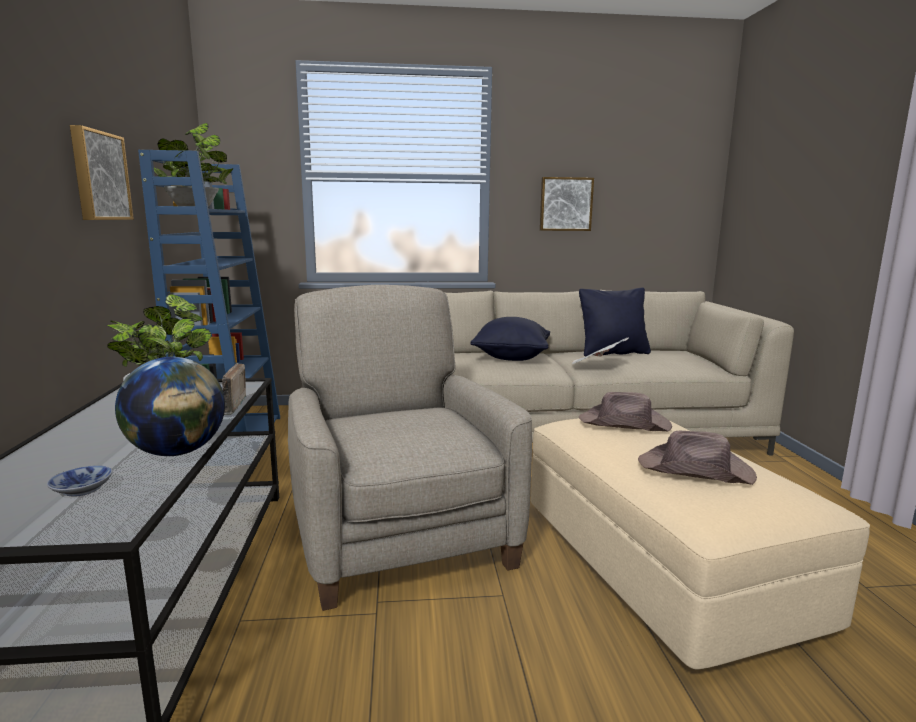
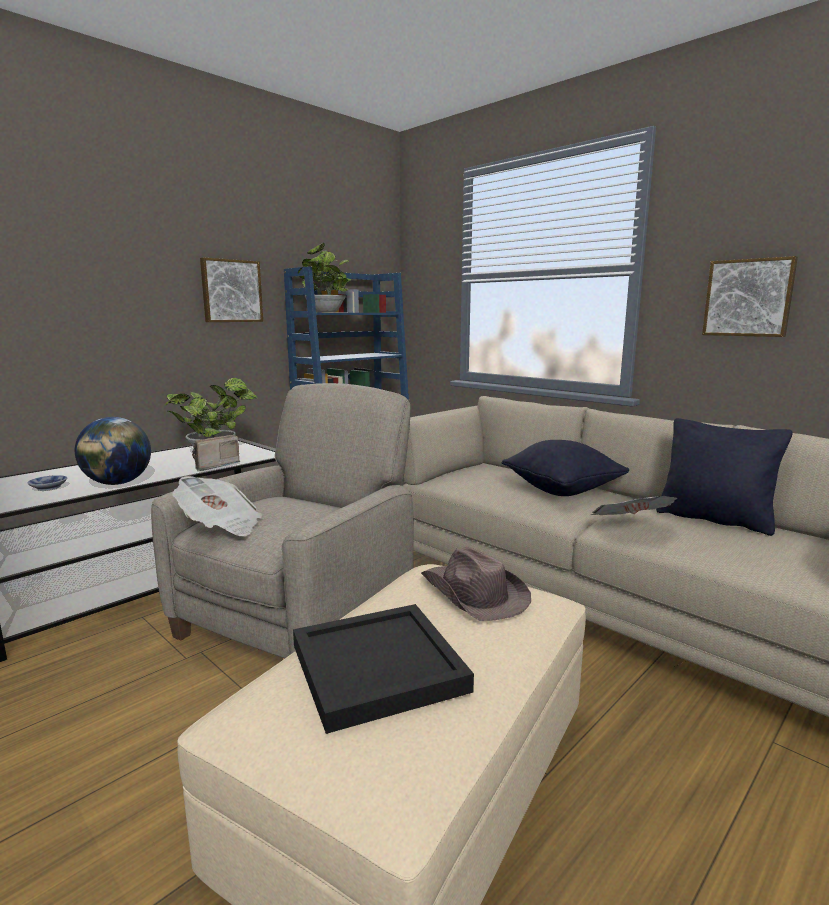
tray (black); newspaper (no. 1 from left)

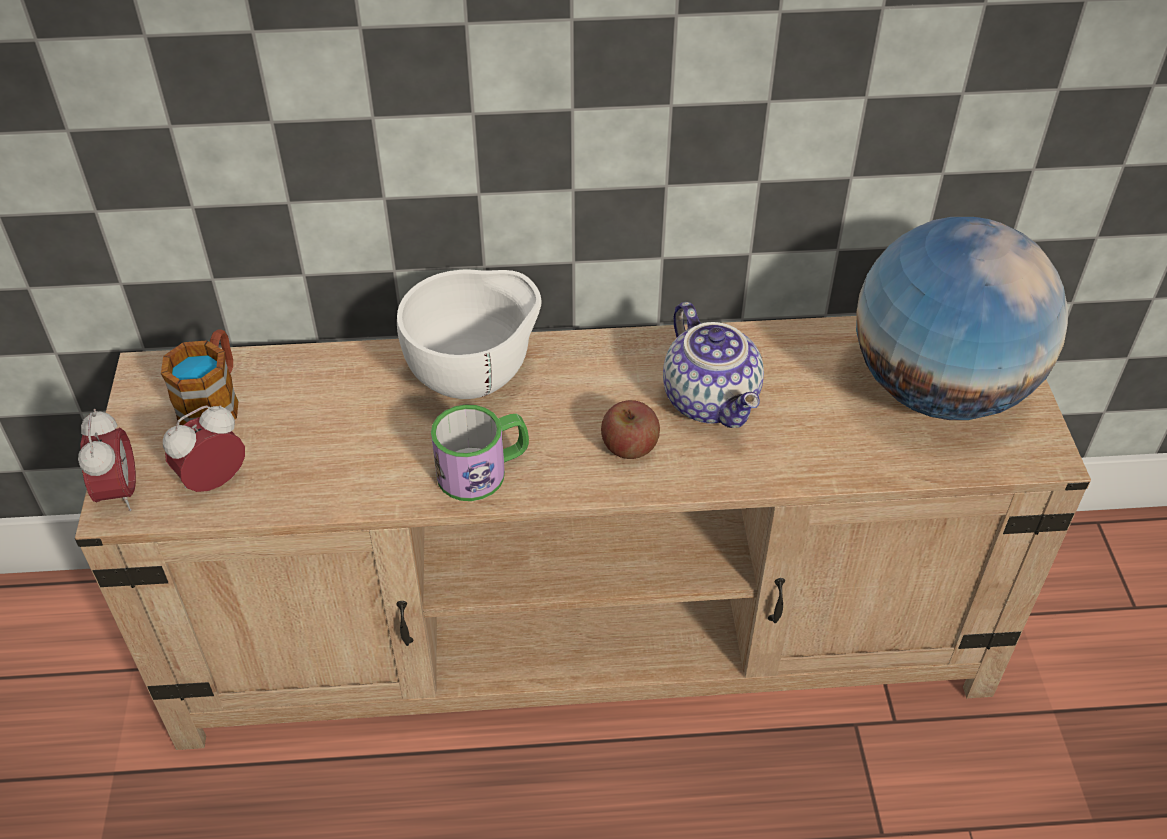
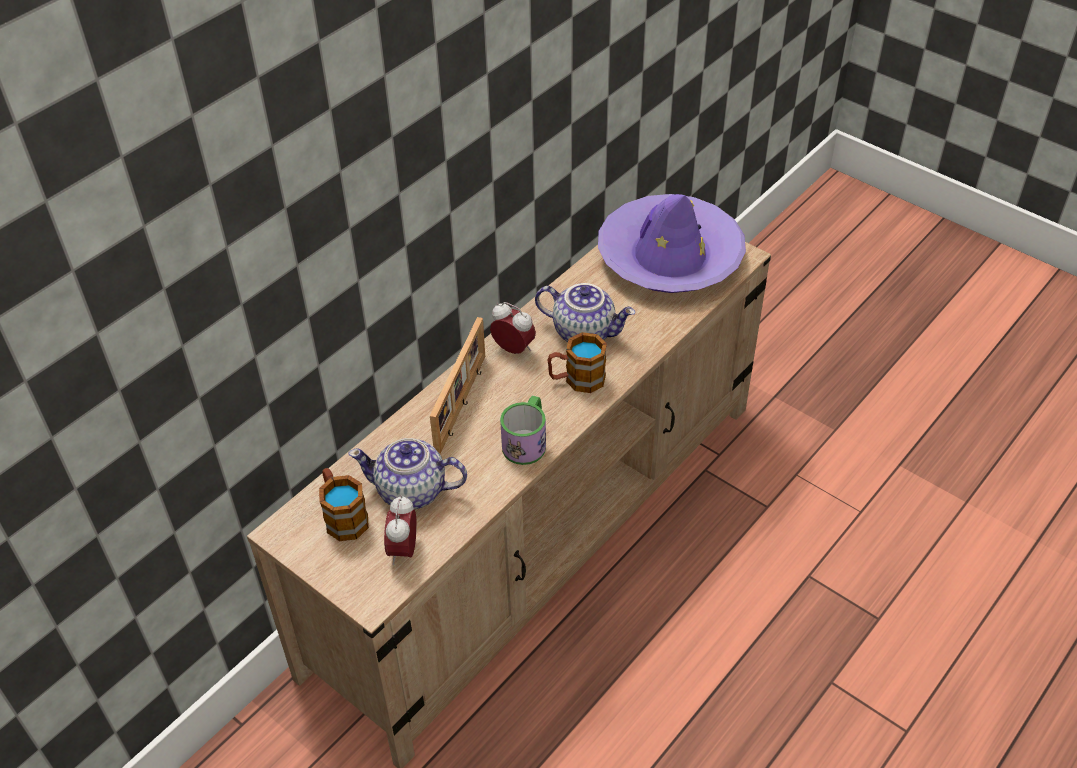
alarm clock (no. 2 from left); picture frame; mug (no. 3 from left); hat (purple); teapot (no. 1 from left)

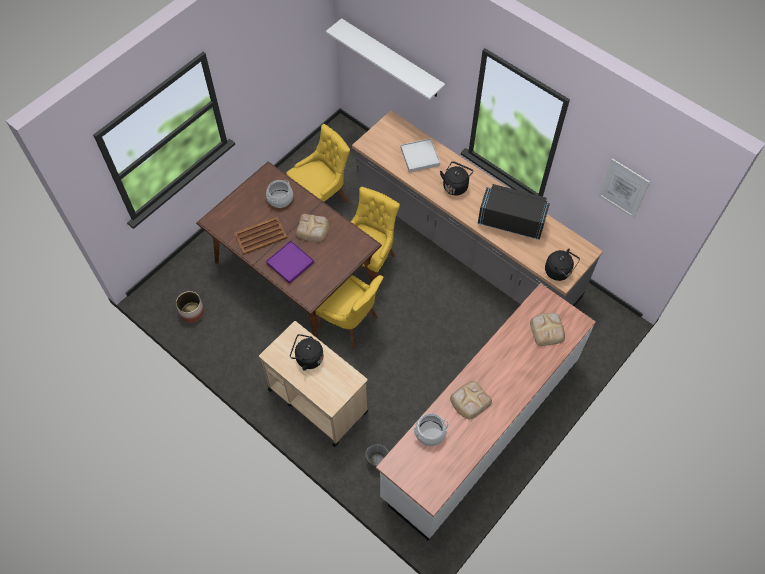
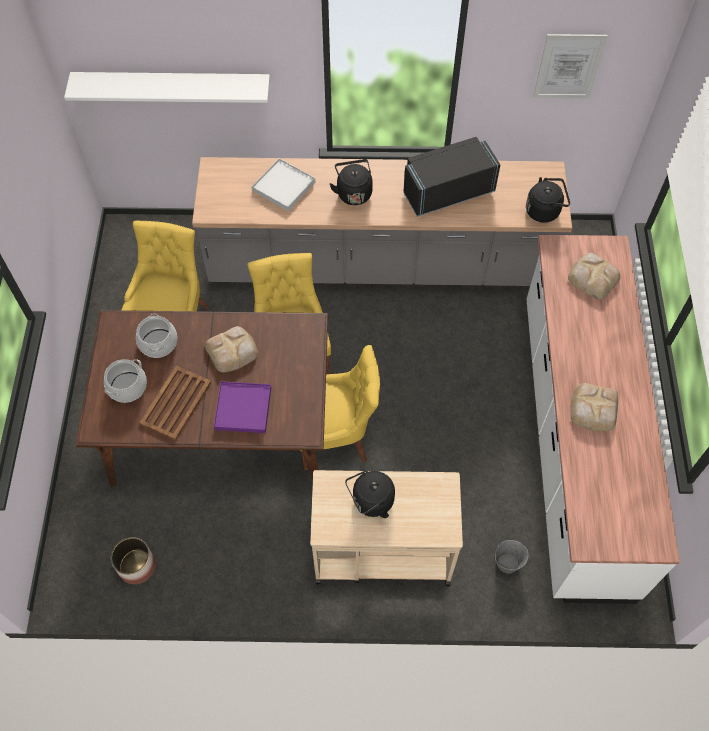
cooking pot (no. 1 from left)

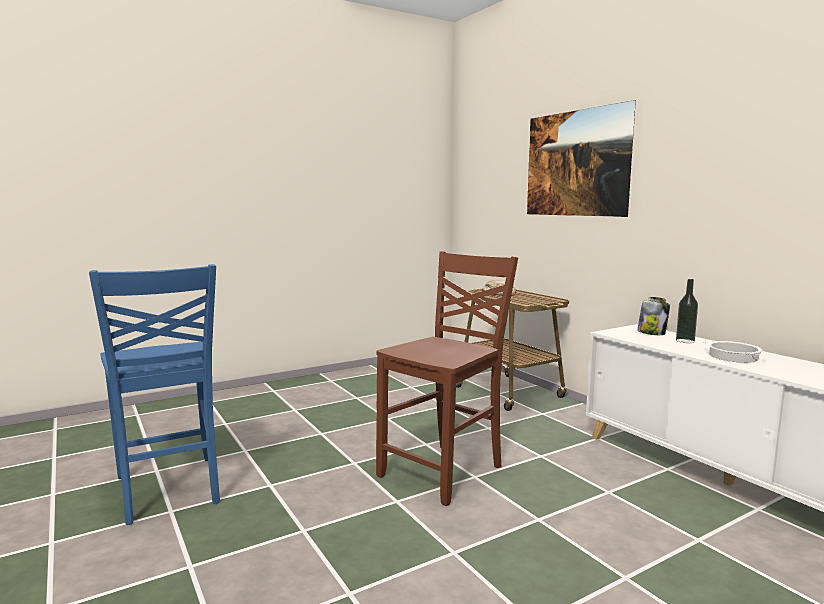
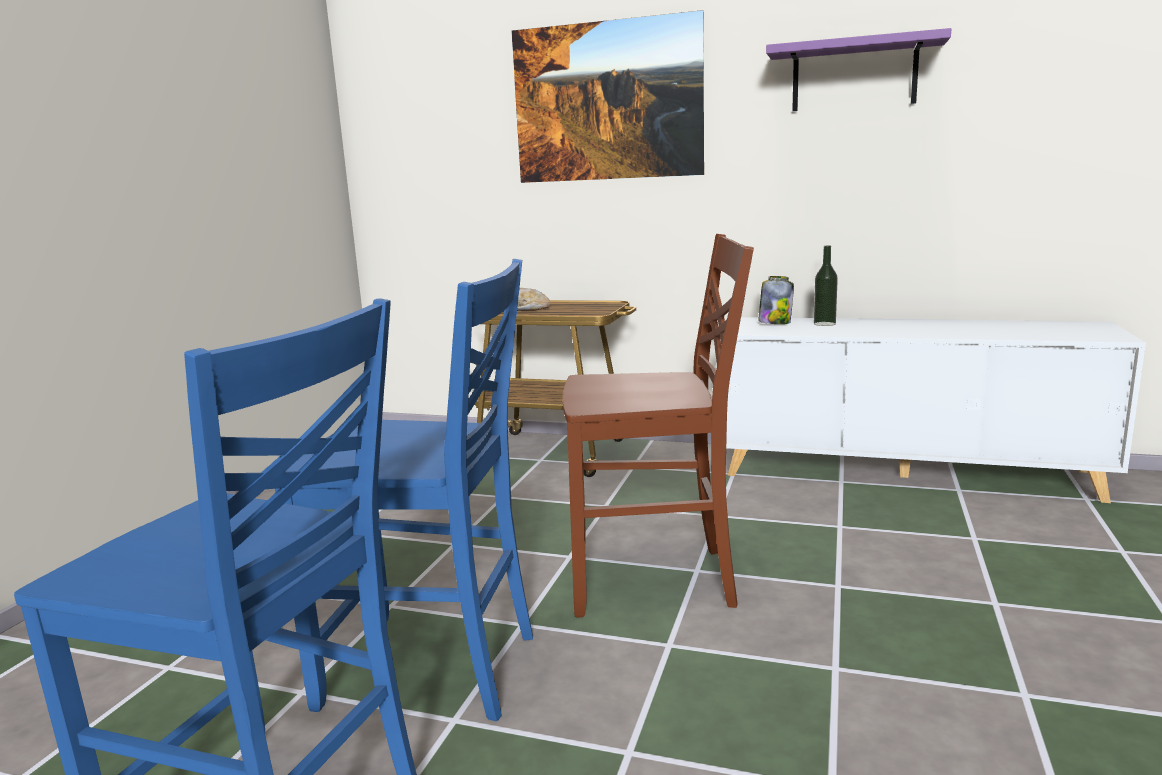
chair (brown); cooking pot; chair (blue) (no. 2 from left); shelf (purple)

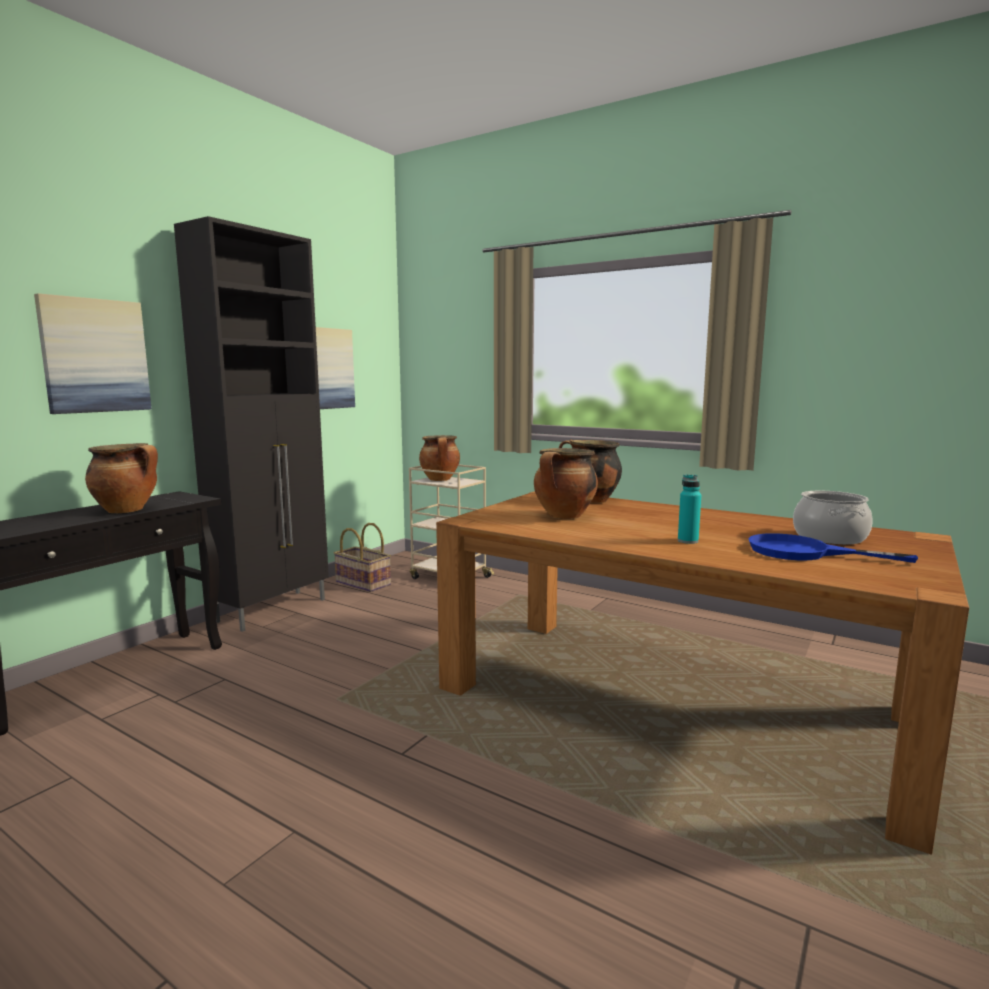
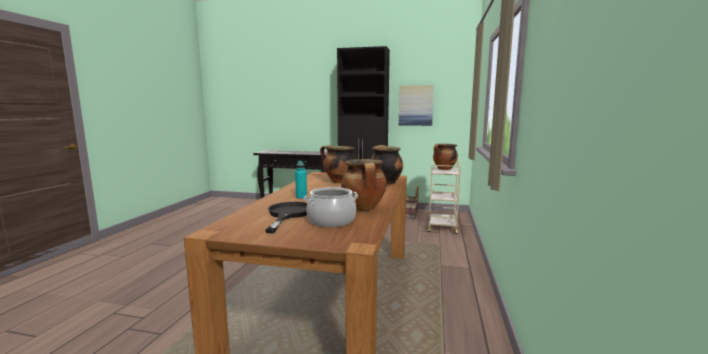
picture (no. 1 from left in the first image); cooking pot (no. 3 from left); frying pan (black)

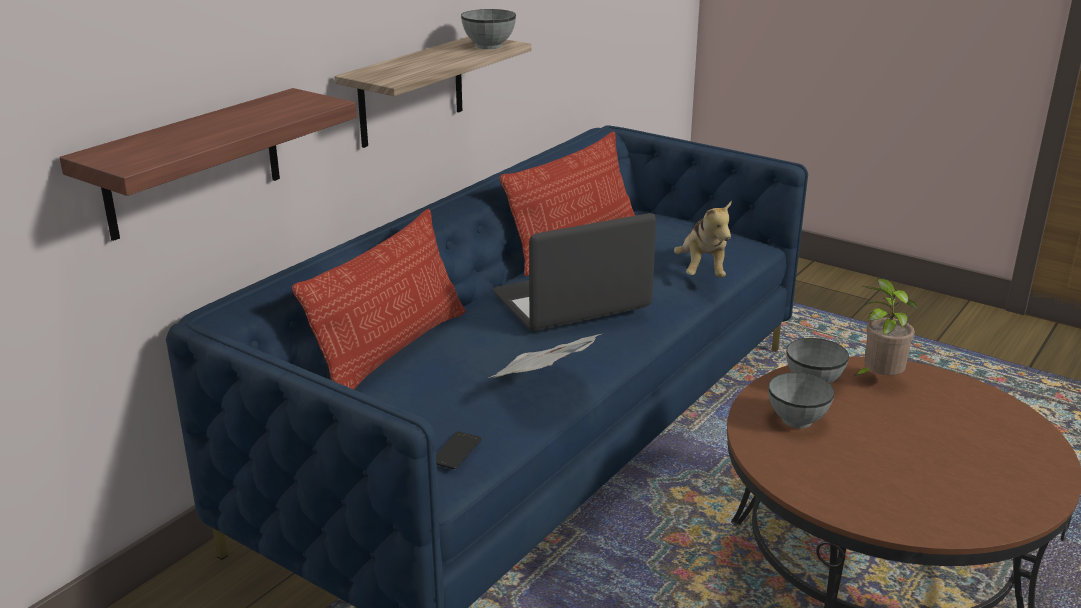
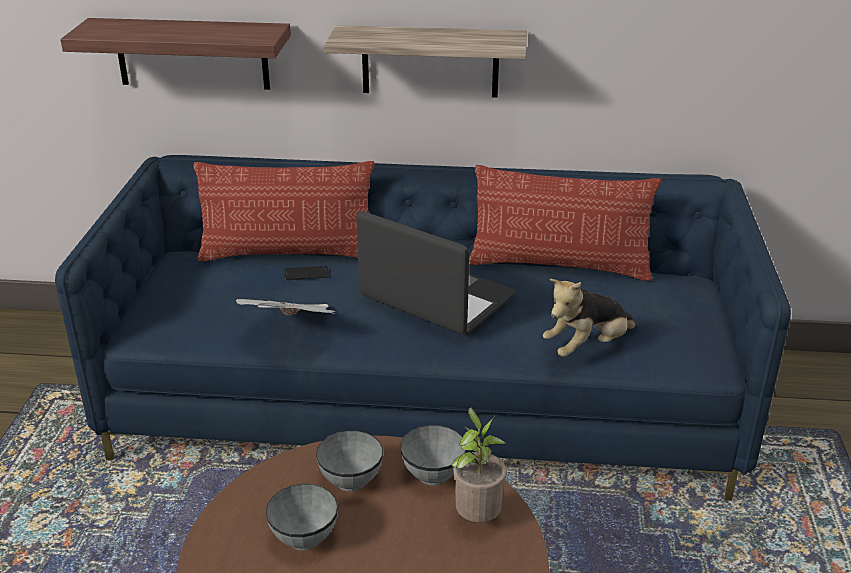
phone; bowl (grey) (no. 1 from left)

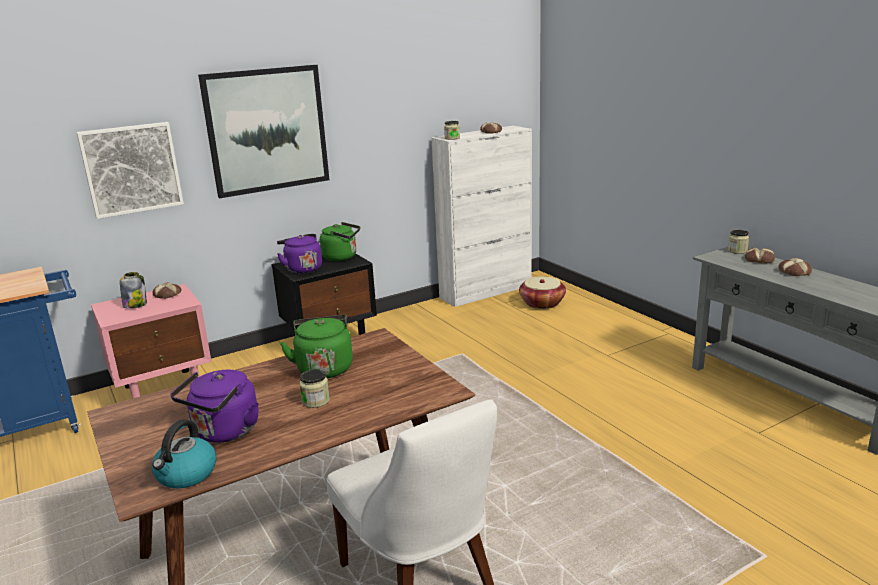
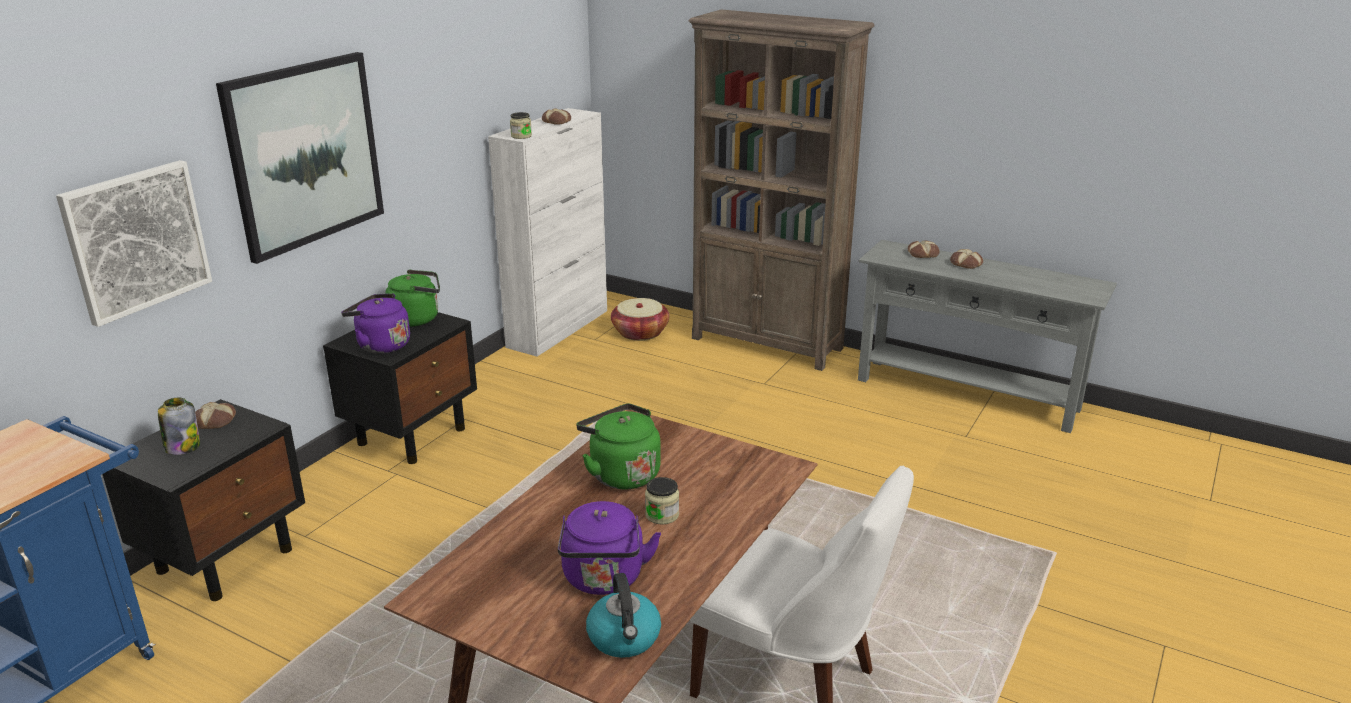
nightstand (black) (no. 1 from left); jar (no. 4 from left in the first image); bookcase (brown)

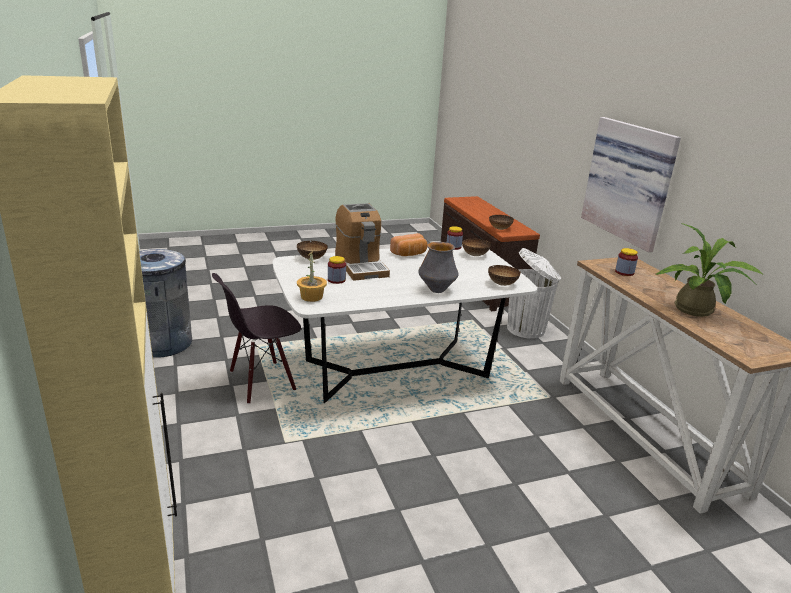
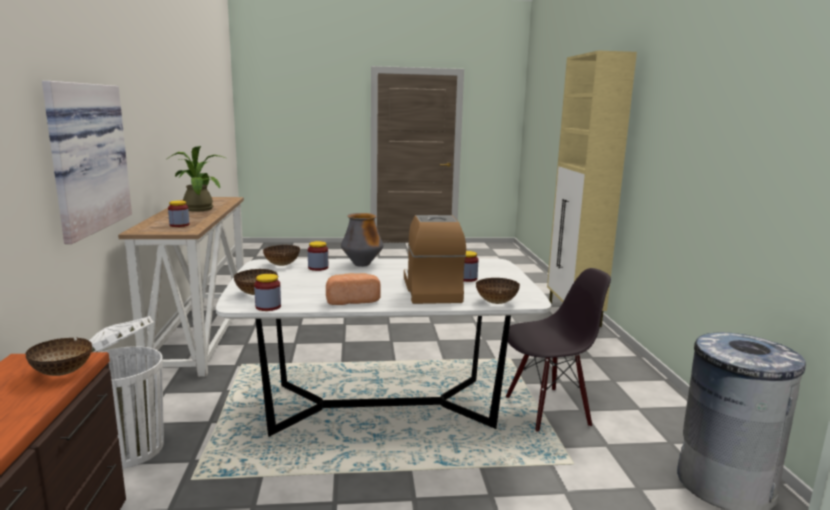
potted plant (no. 1 from left in the first image); jar (no. 3 from left)

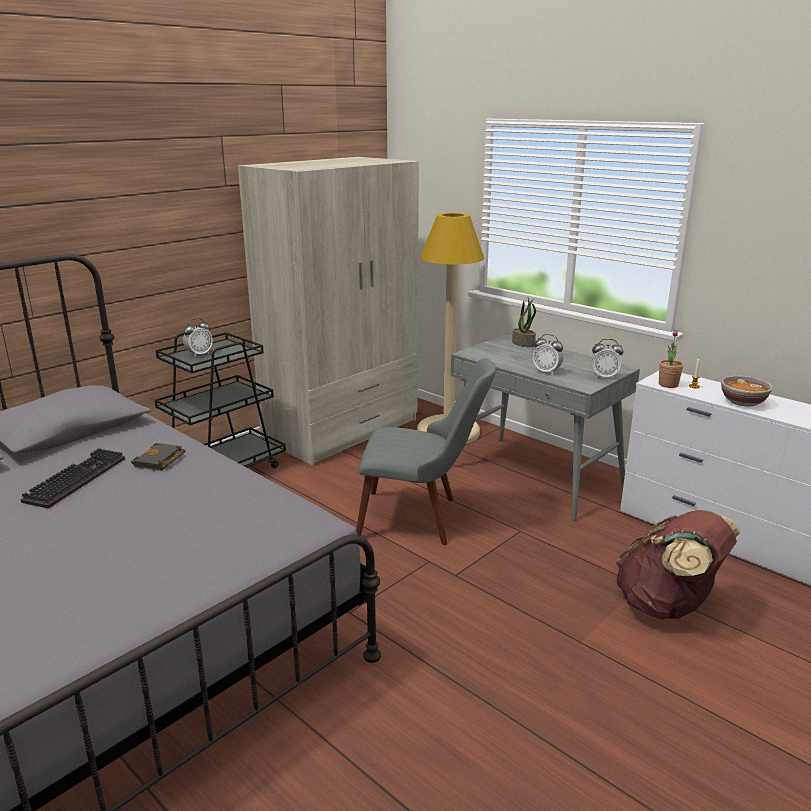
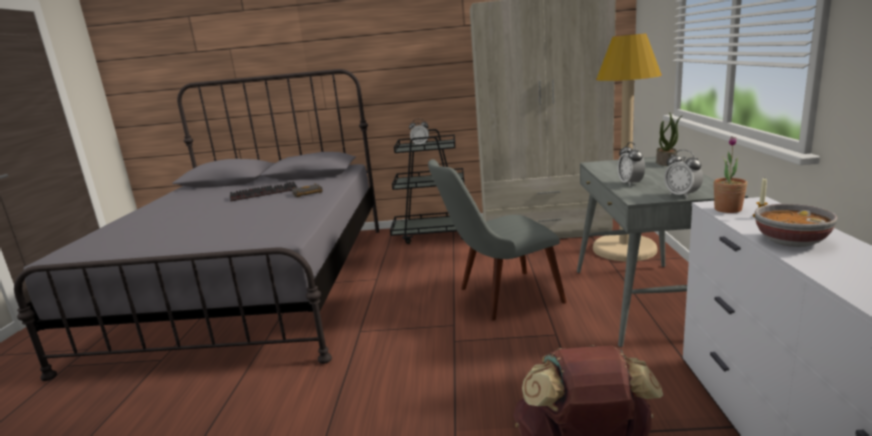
chair (grey)

